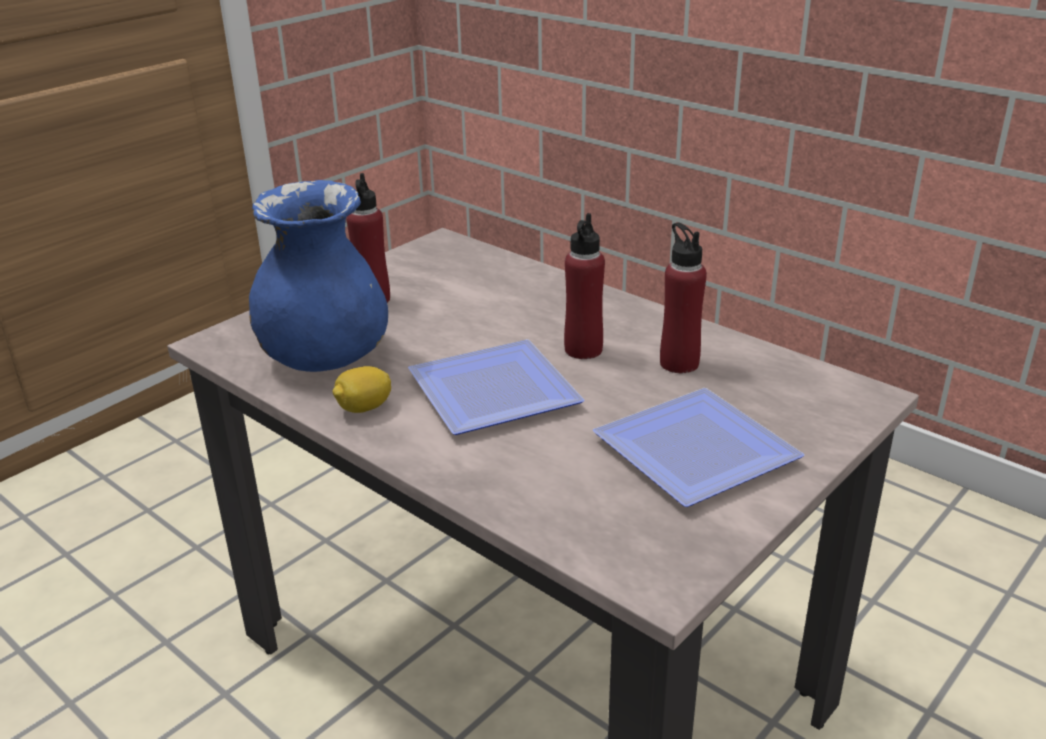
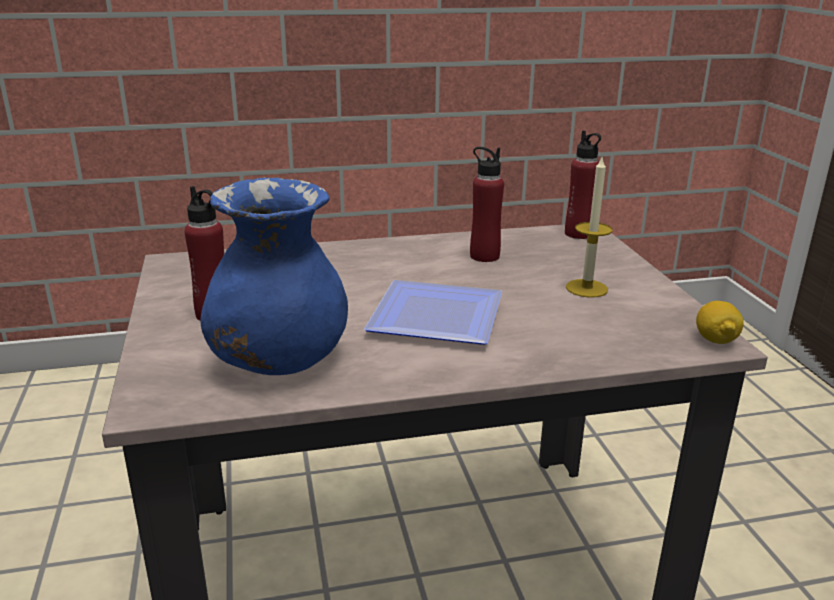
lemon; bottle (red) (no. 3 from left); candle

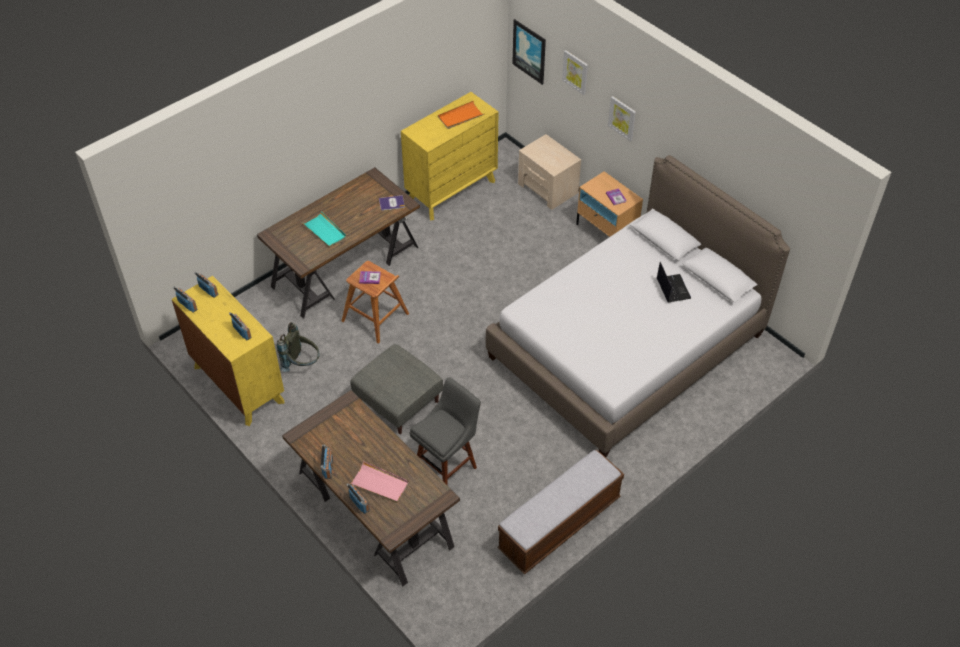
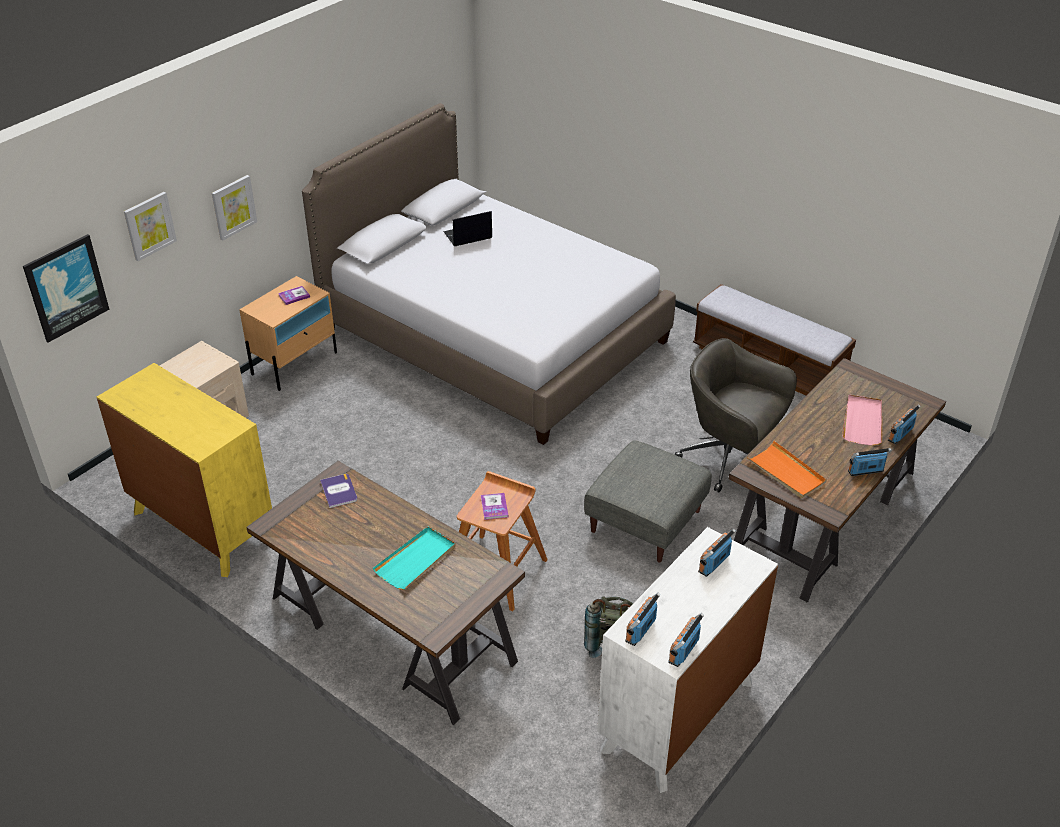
dresser (white); office chair (grey); tray (orange)

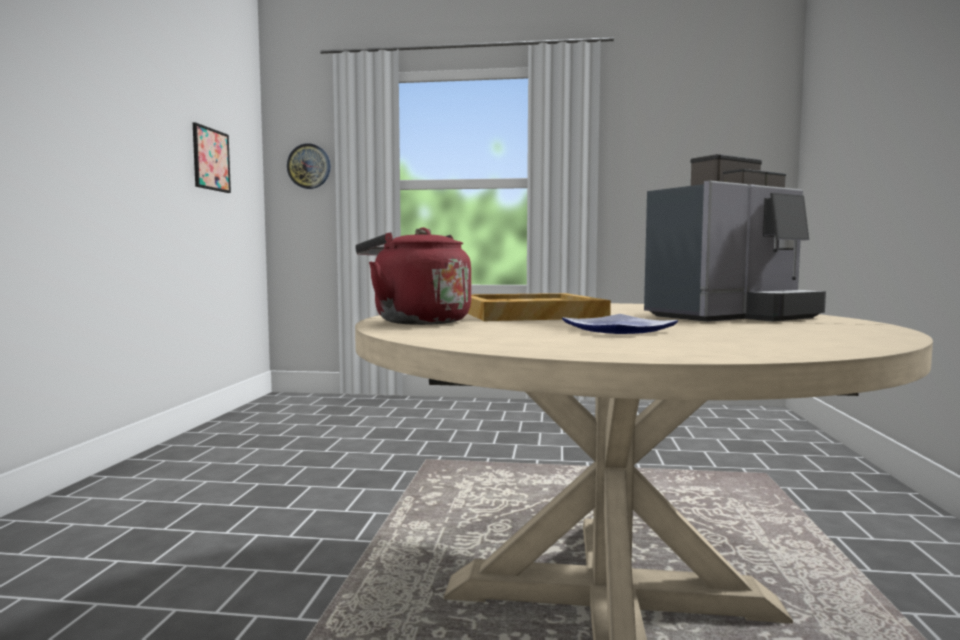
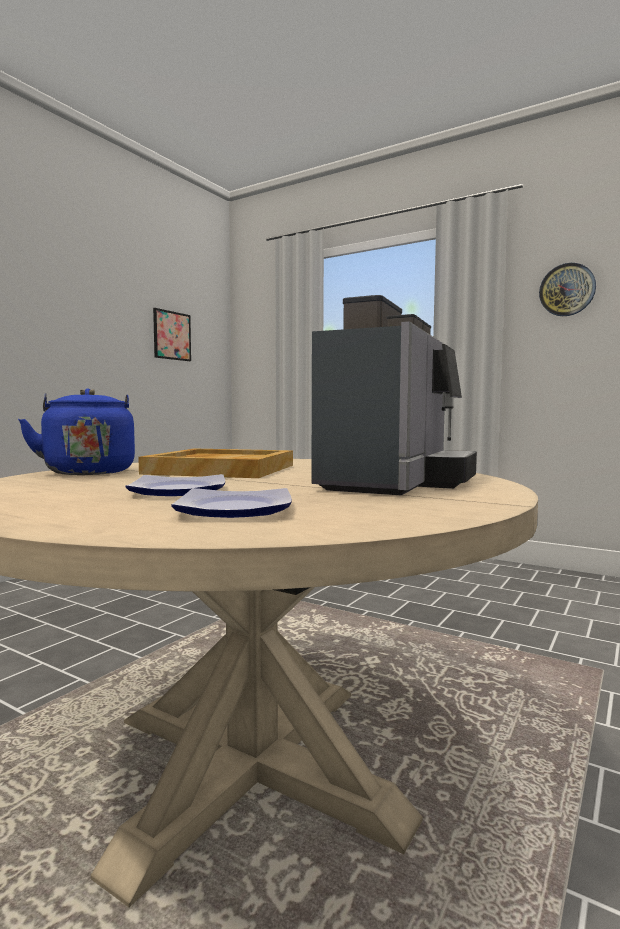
wall clock; kettle (blue); coffee machine; plate (no. 2 from left)

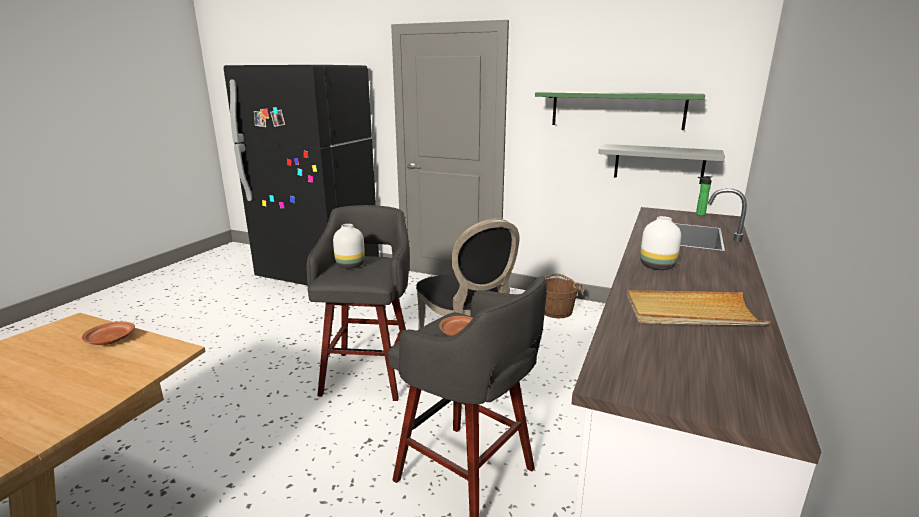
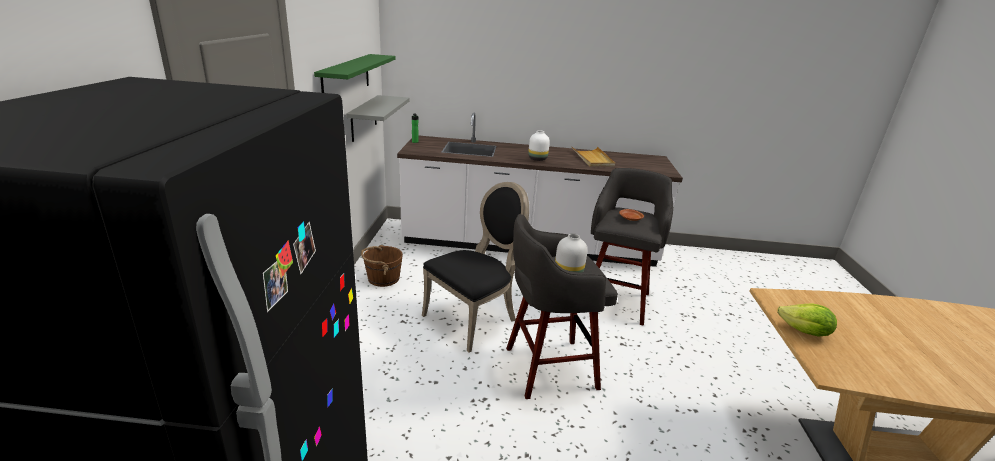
lettuce

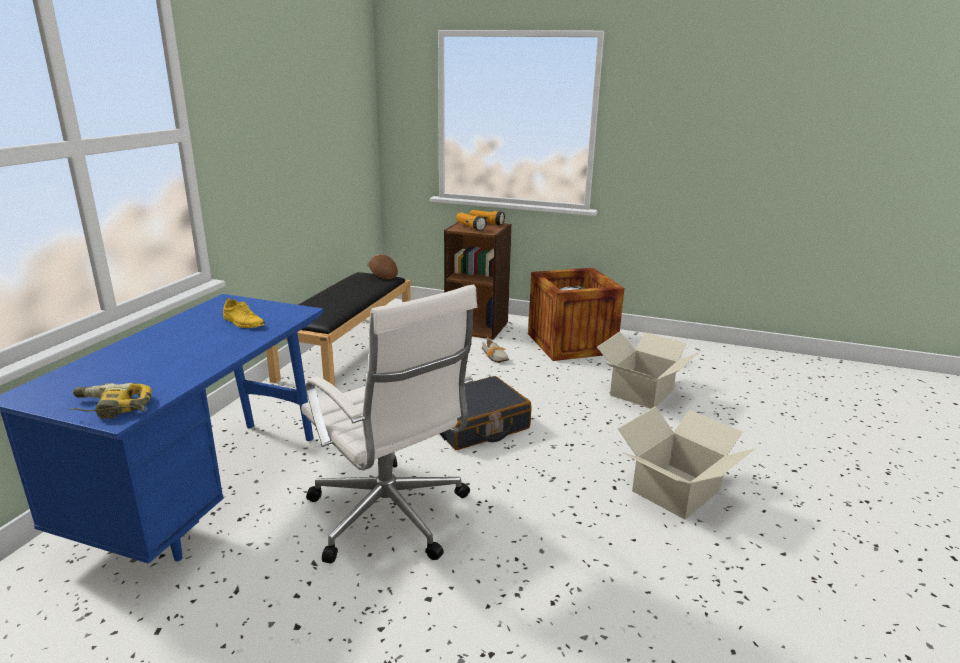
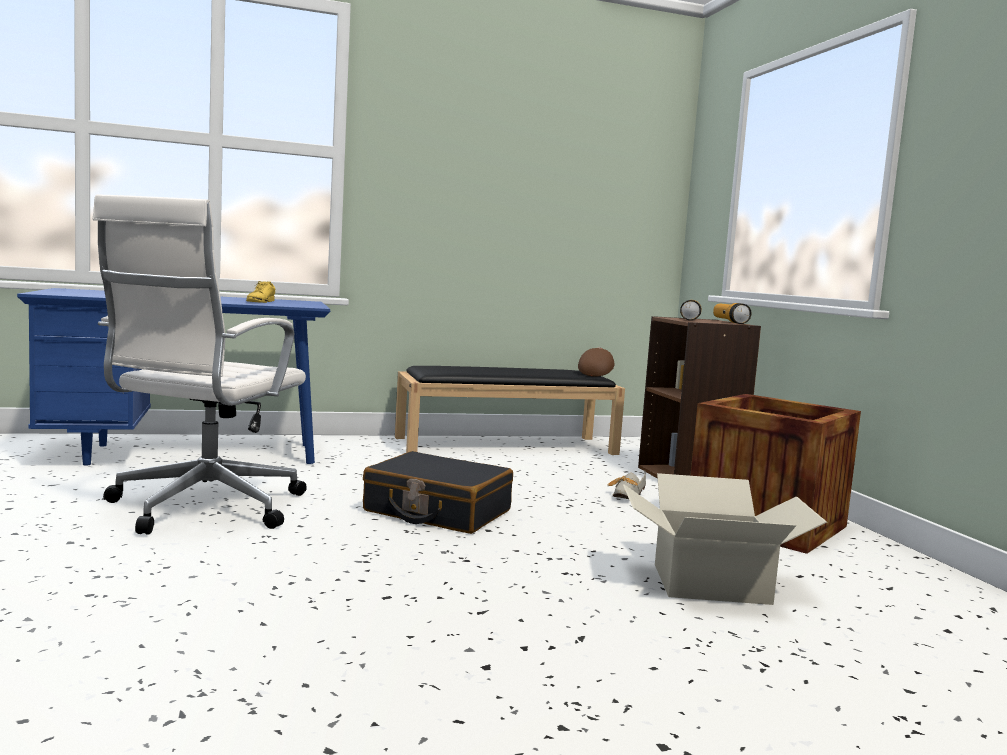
power drill; cardboard box (no. 2 from left in the first image)

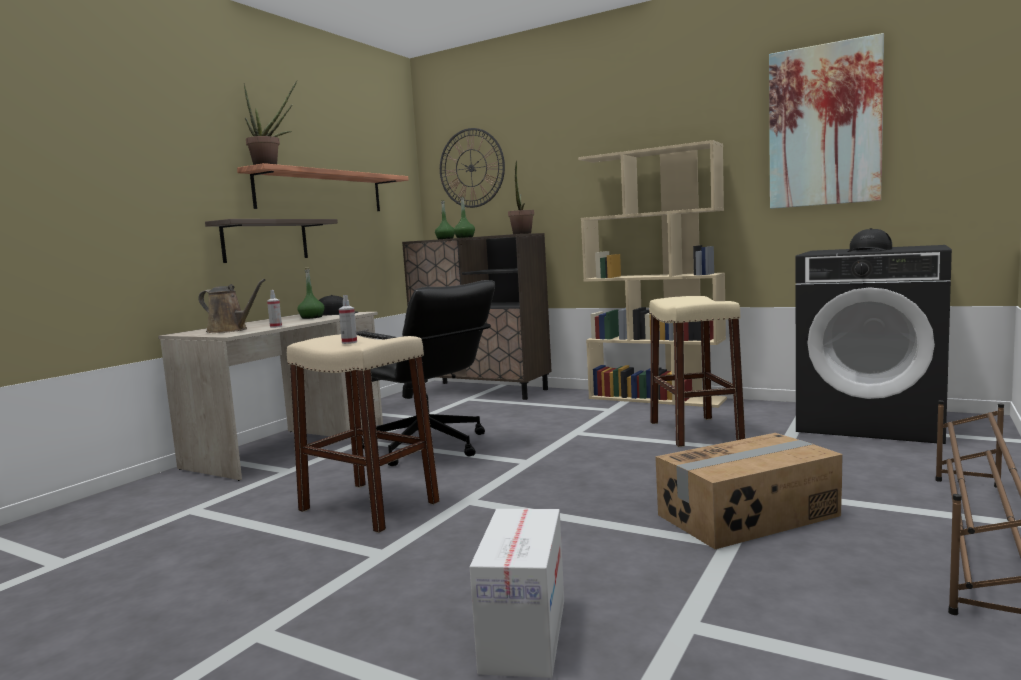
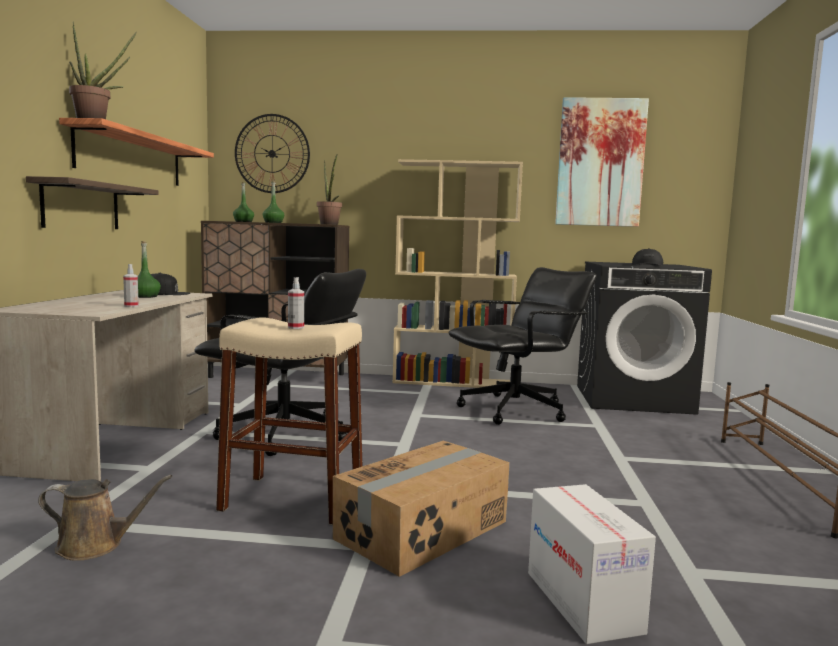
watering can (brown); office chair (black) (no. 2 from left); cardboard box (no. 1 from left)

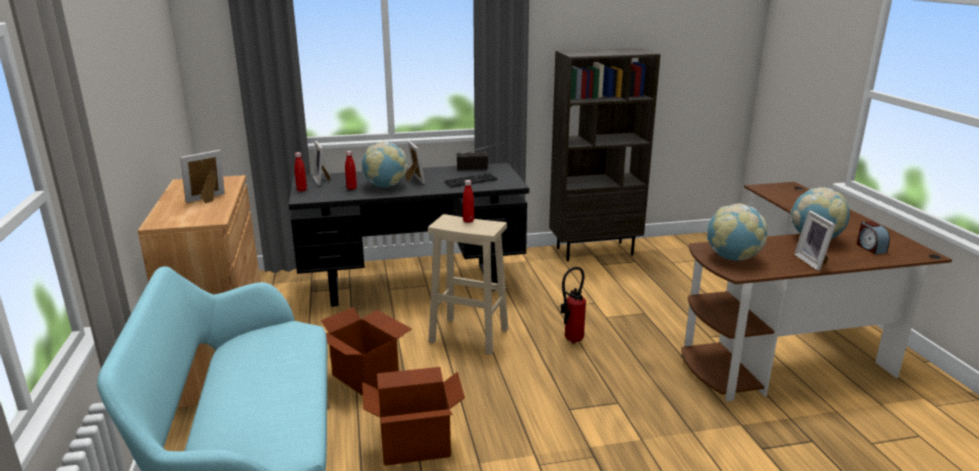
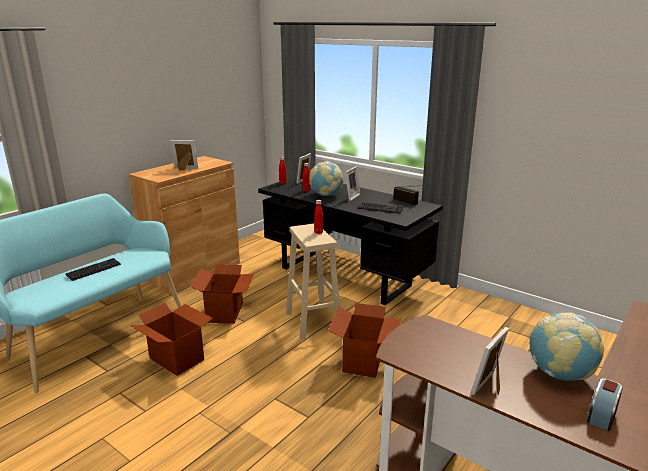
bookcase (brown); cardboard box (no. 3 from left); globe (no. 2 from left in the first image); keyboard (no. 1 from left)

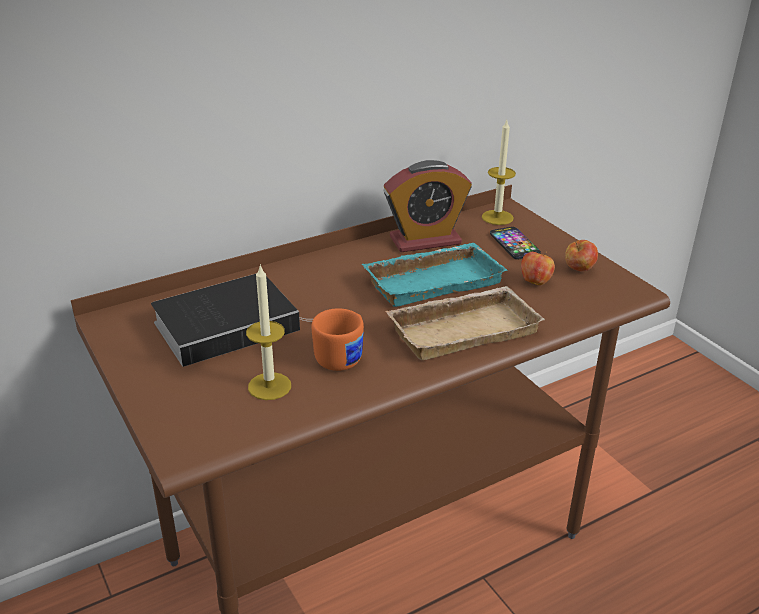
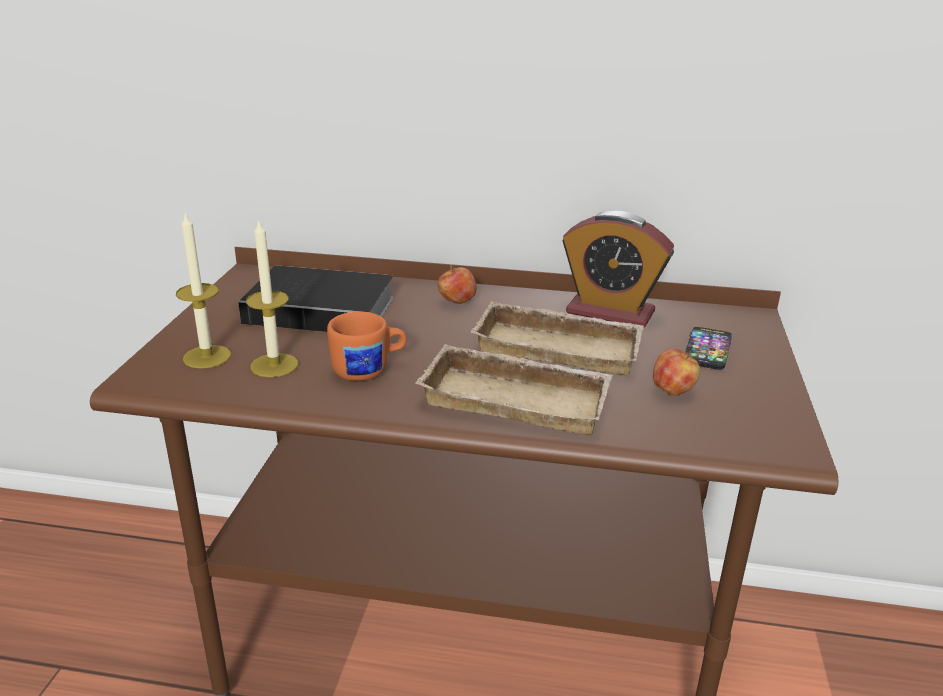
tray (beige) (no. 2 from left); candle (no. 1 from left); apple (no. 1 from left)

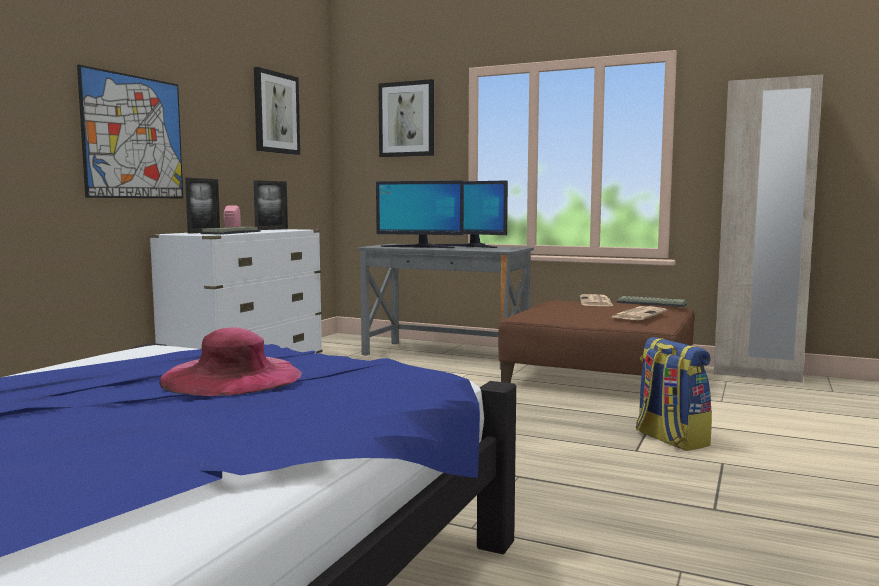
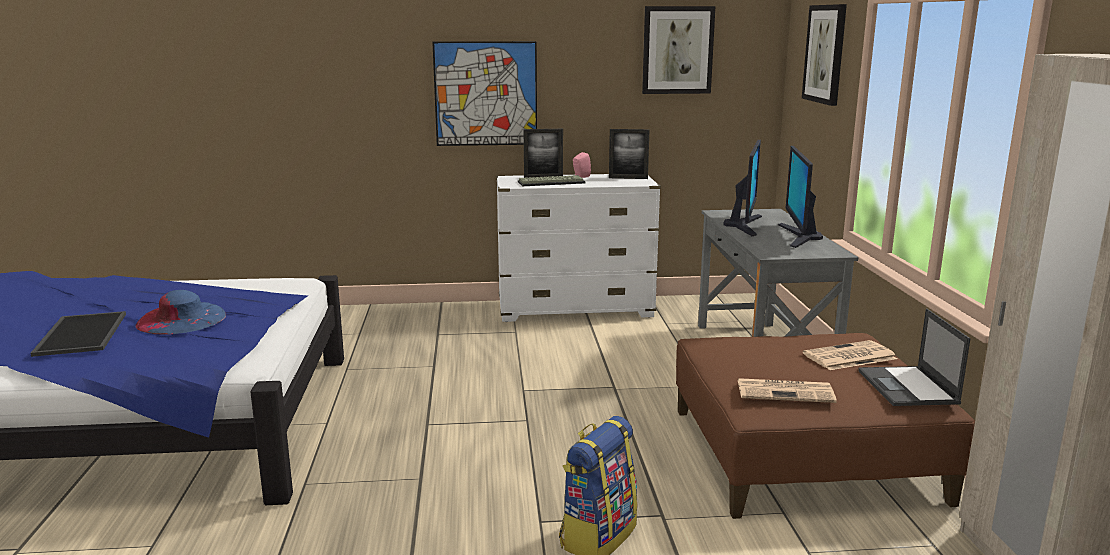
hat (blue); monitor (no. 1 from left); laptop; tray

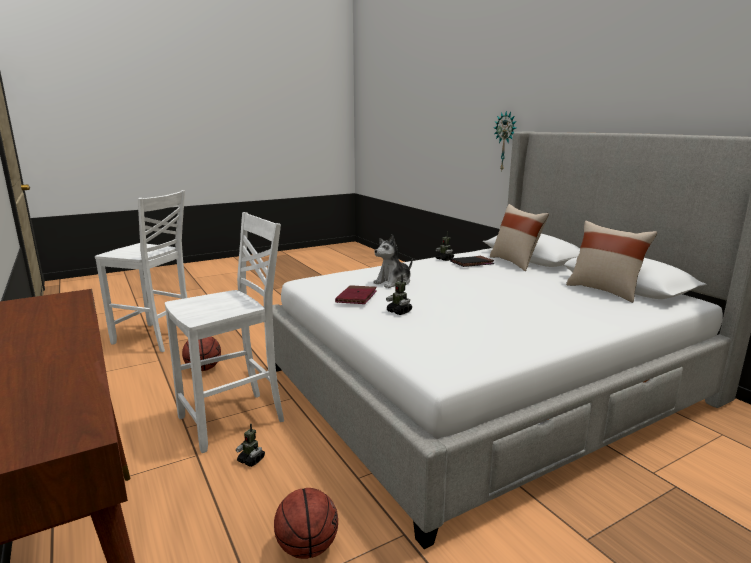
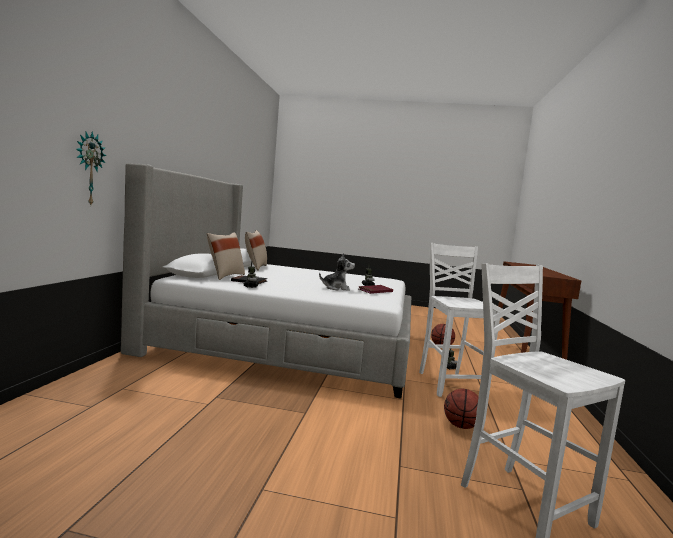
chair (white) (no. 1 from left)

